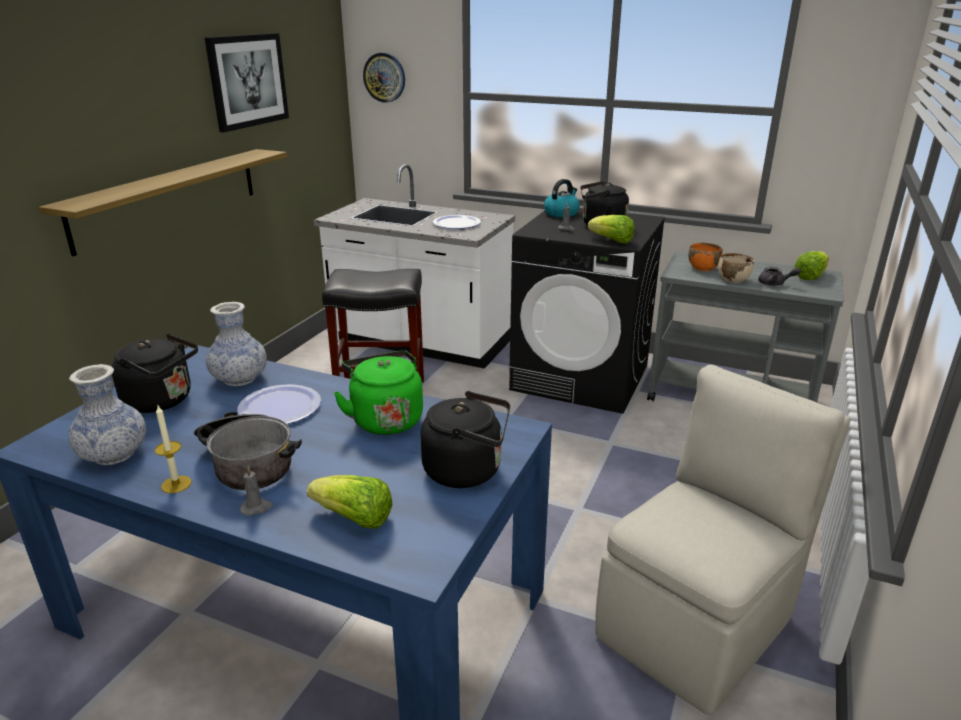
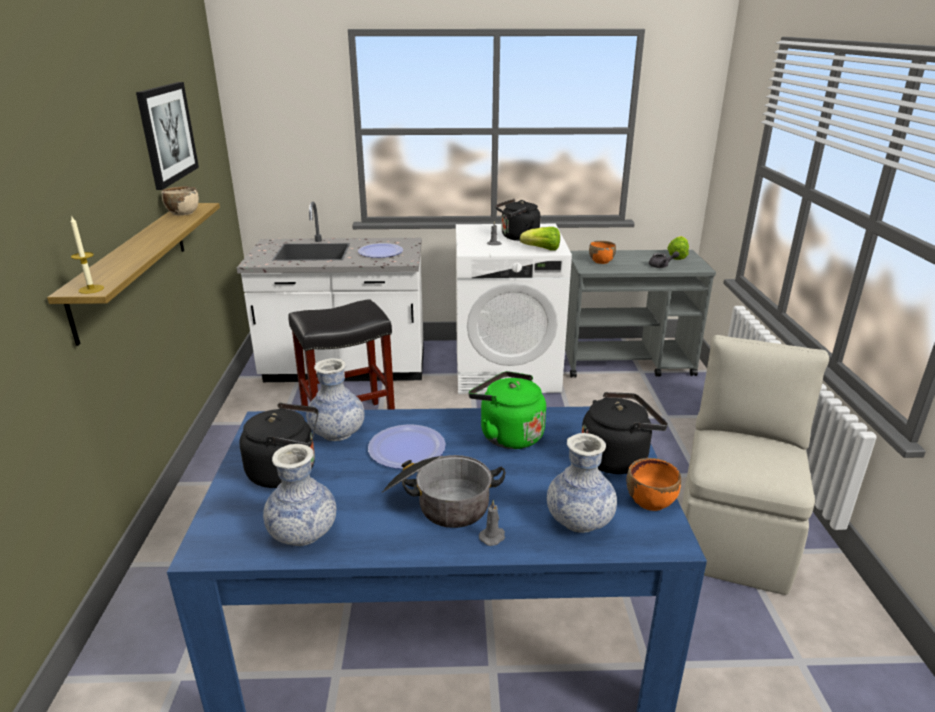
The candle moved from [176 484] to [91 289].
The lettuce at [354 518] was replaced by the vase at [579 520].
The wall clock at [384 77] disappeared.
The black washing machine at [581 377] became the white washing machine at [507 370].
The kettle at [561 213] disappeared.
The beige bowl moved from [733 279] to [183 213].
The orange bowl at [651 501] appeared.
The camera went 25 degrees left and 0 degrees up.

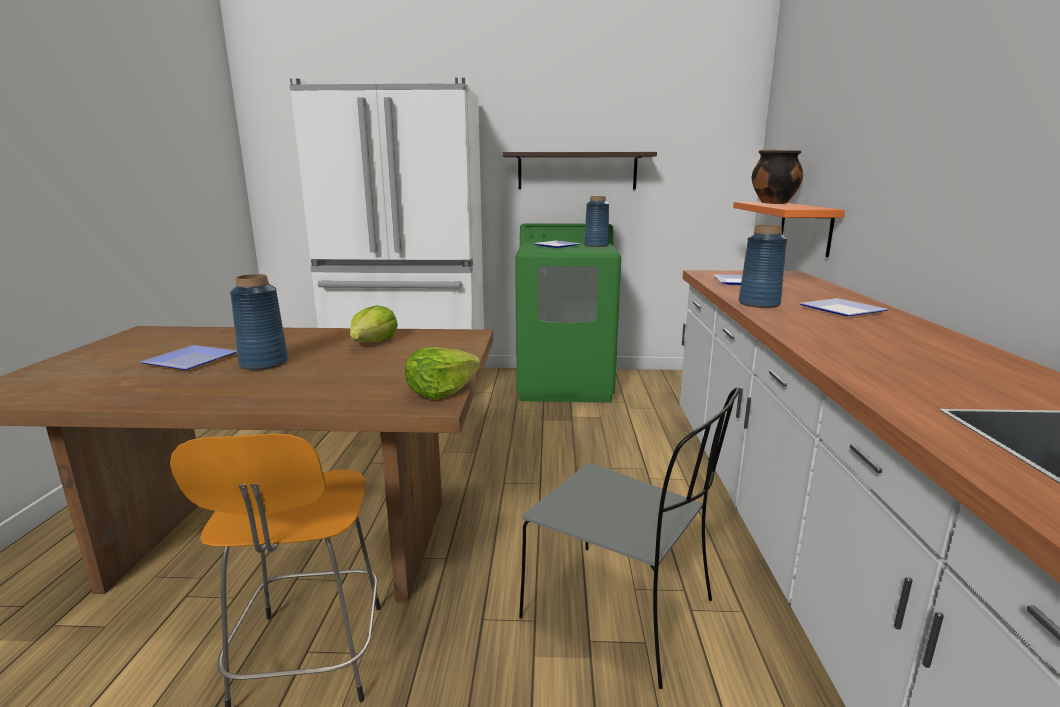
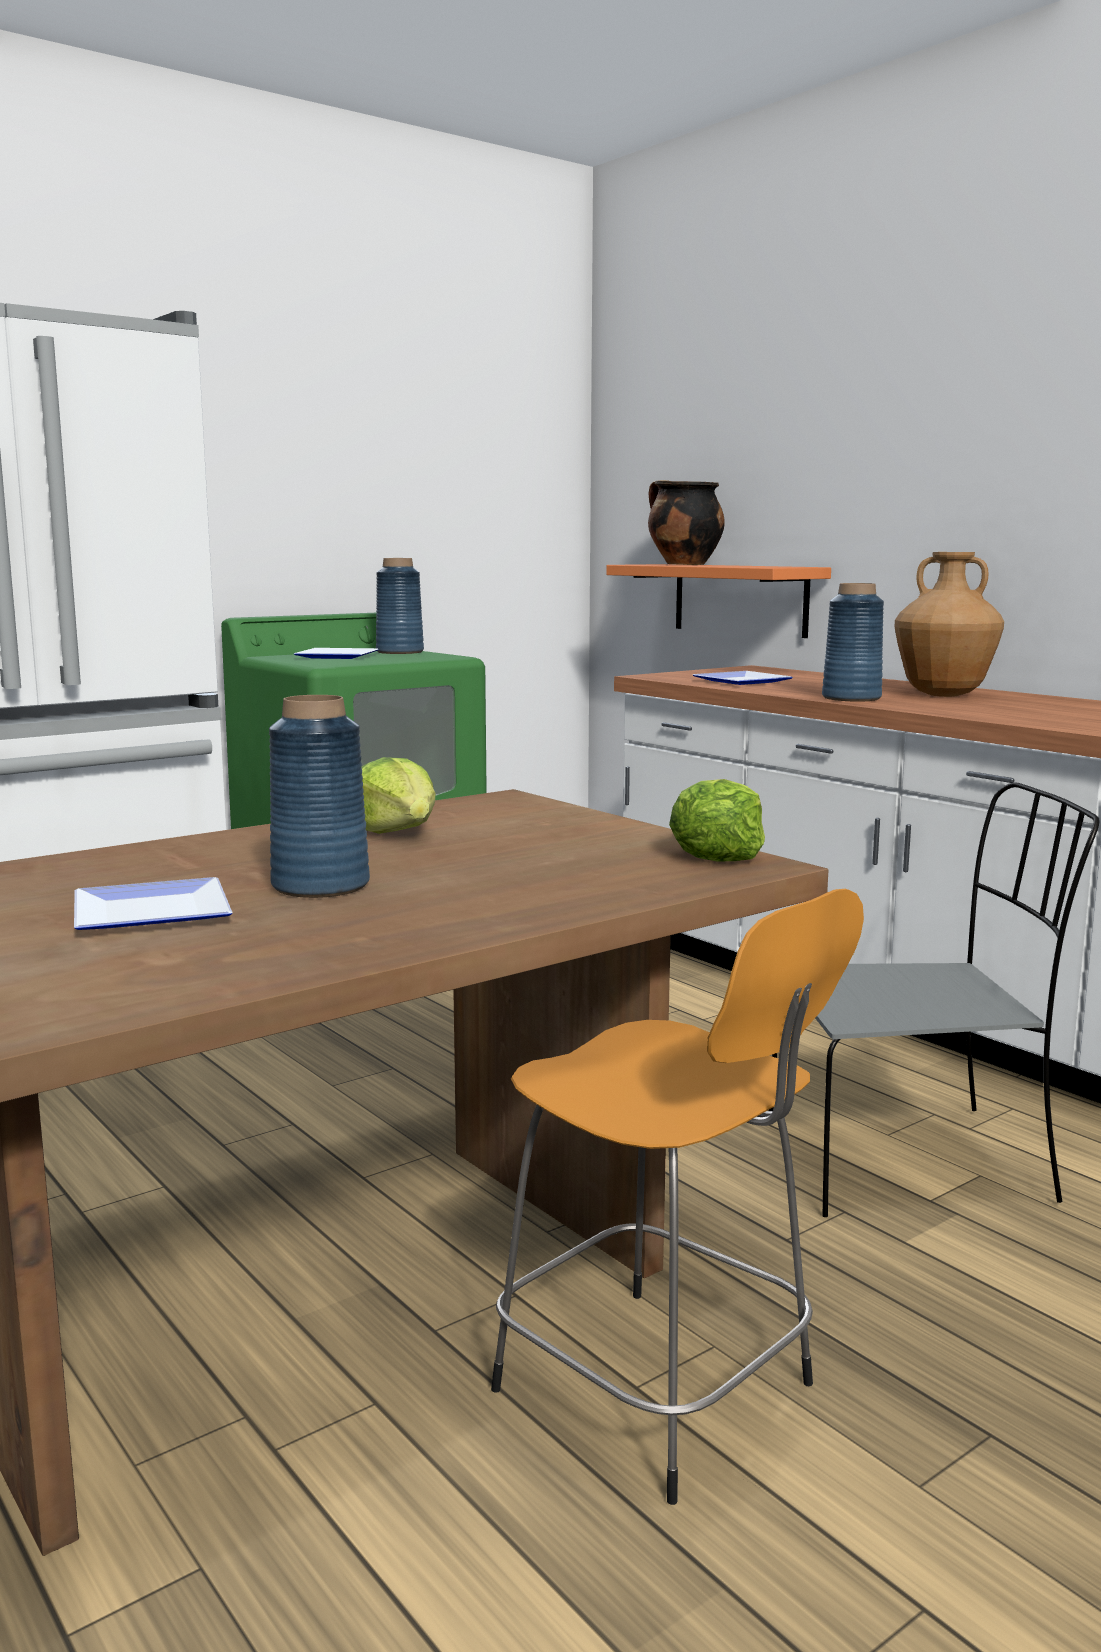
The shelf at [577 171] disappeared.
The plate at [838 310] was replaced by the brown vase at [943 695].
The camera went 40 degrees left and 5 degrees down.

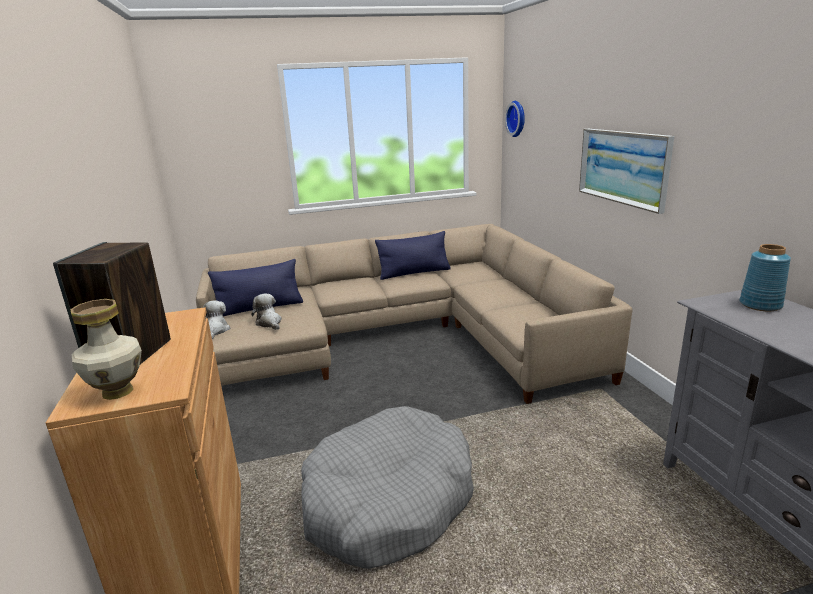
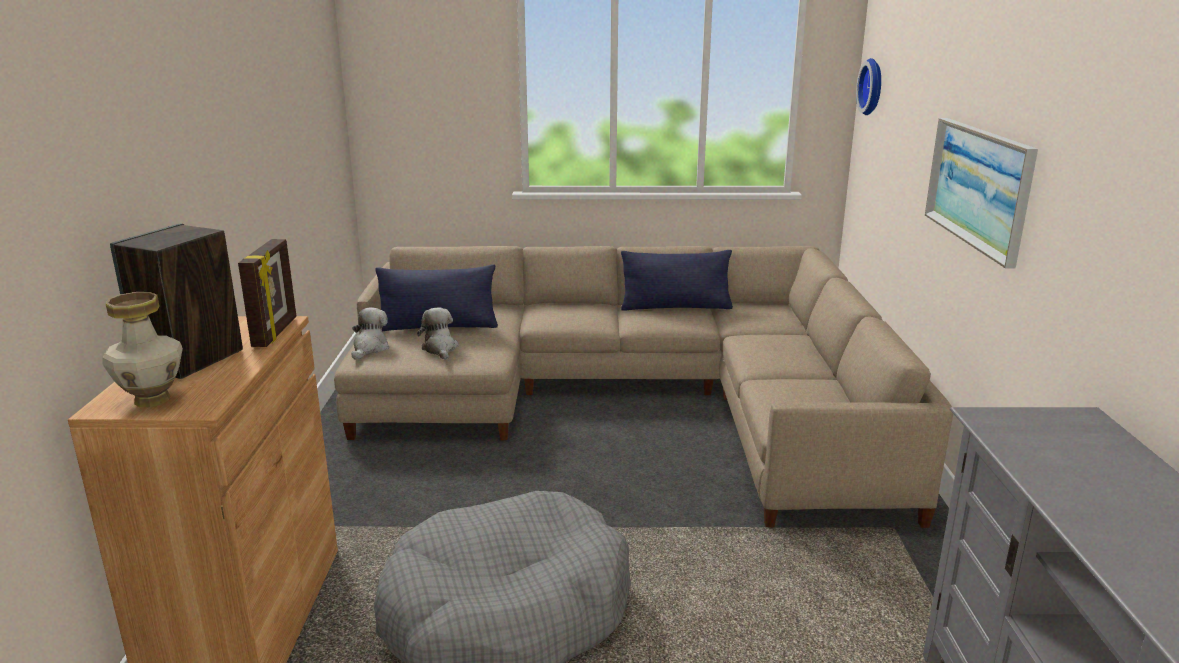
The blue vase at [760 305] disappeared.
The picture frame at [276 332] appeared.
The camera went 15 degrees right and 0 degrees up.

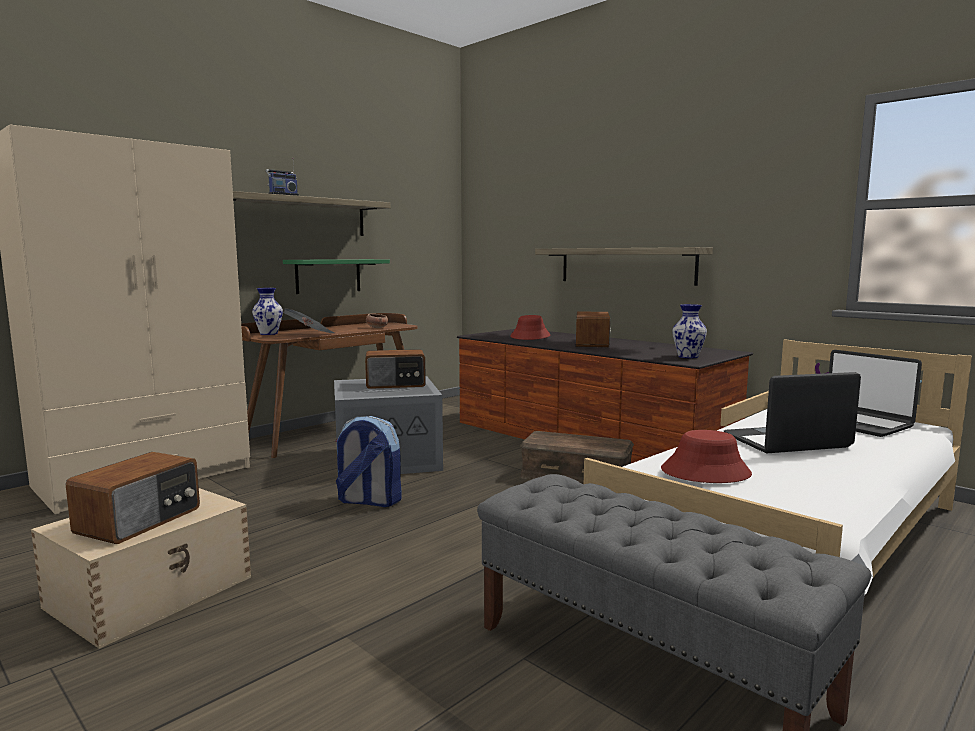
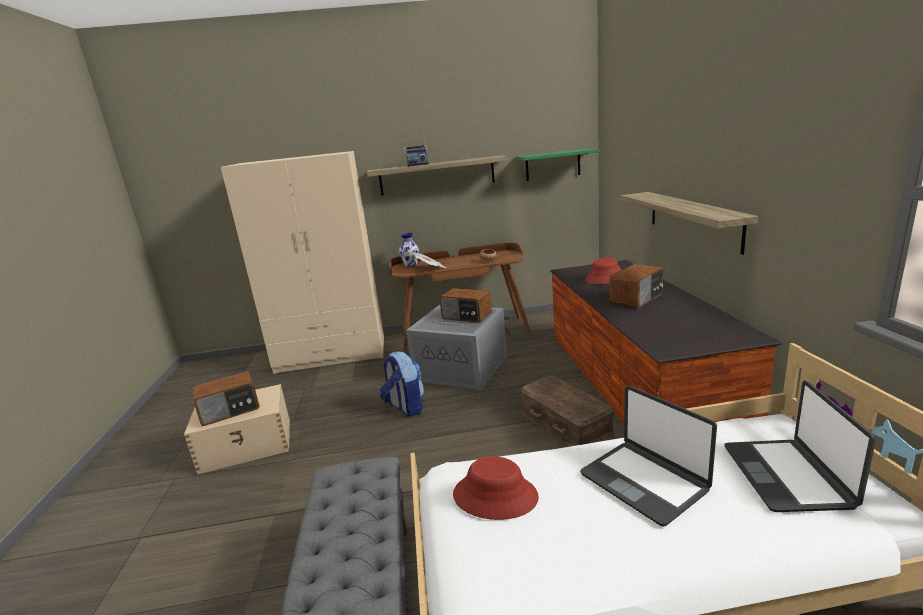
The green shelf moved from [328 276] to [552 165].
The vase at [688 357] disappeared.
The laptop at [787 442] turned 150 degrees counterclockwise.
The camera went 40 degrees right and 10 degrees up.

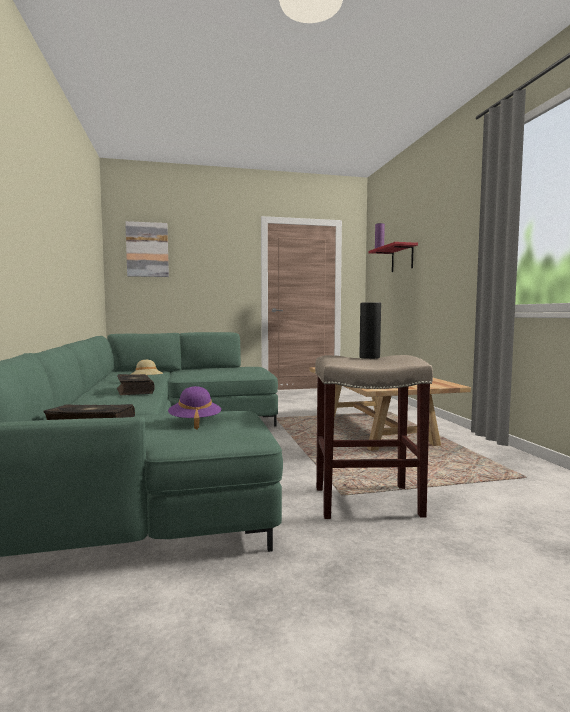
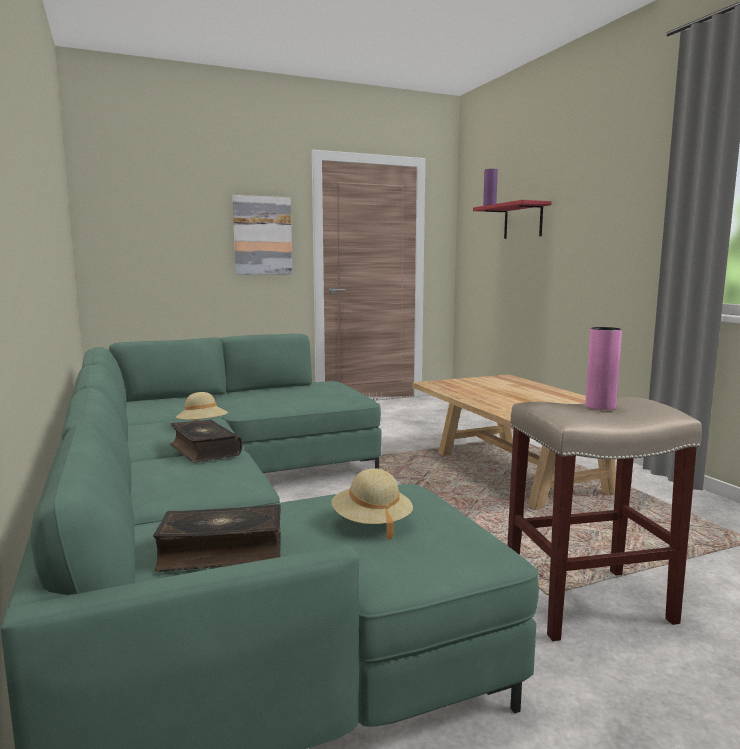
The picture moved from [147 249] to [262 235].
The purple hat at [195 422] became the beige hat at [371 523].
The black vase at [369 357] became the pink vase at [600 406].
The camera went 10 degrees left and 5 degrees up.

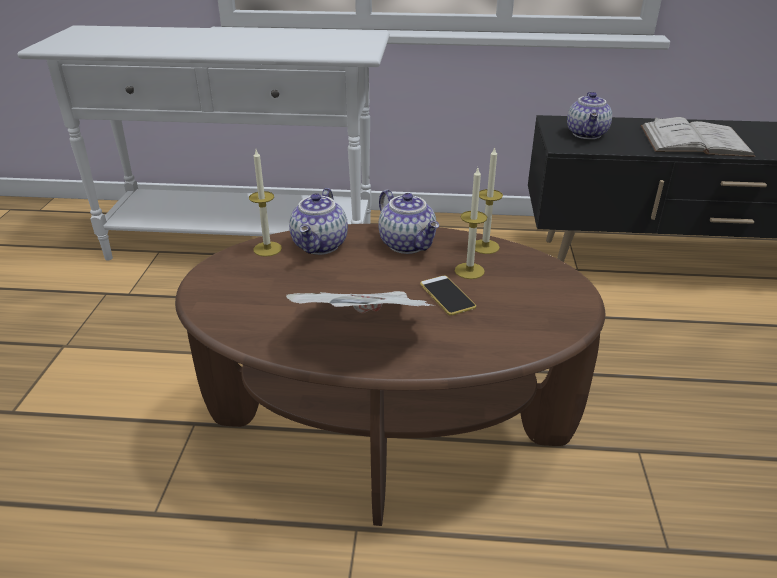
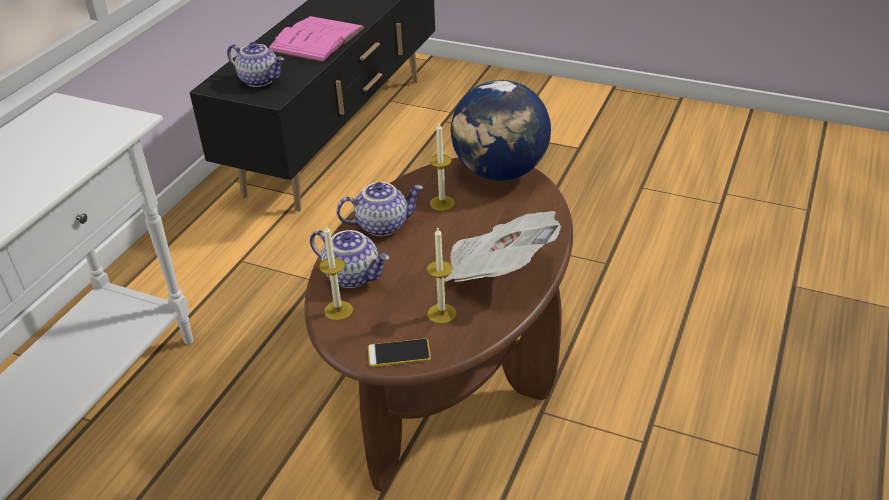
The phone moved from [447 296] to [399 353].
The candle moved from [485 246] to [441 313].
The white book at [694 140] became the pink book at [317 39].
The globe at [500 172] appeared.
The camera went 70 degrees left and 5 degrees up.

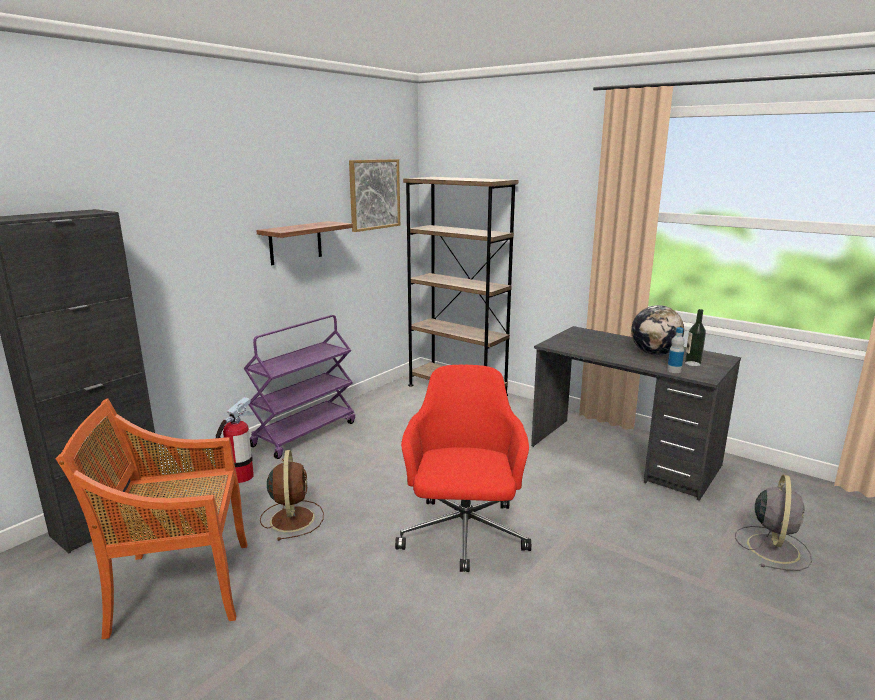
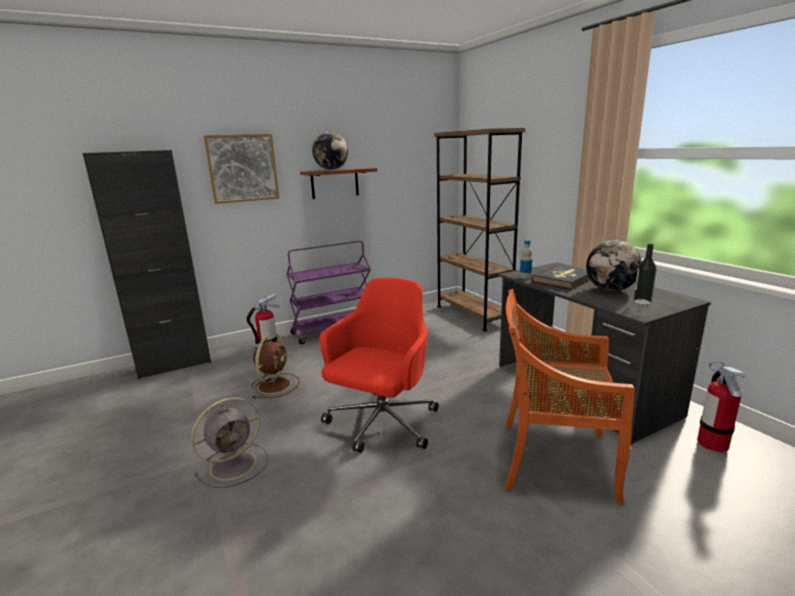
The orange chair moved from [179 587] to [553 459].
The picture moved from [374 194] to [242 168].
The bottle moved from [674 370] to [525 277].
The grey fan moved from [772 547] to [235 464].
The globe at [331 169] appeared.
The book at [563 280] appeared.
The fire extinguisher at [712 443] appeared.
The camera went 25 degrees right and 0 degrees up.

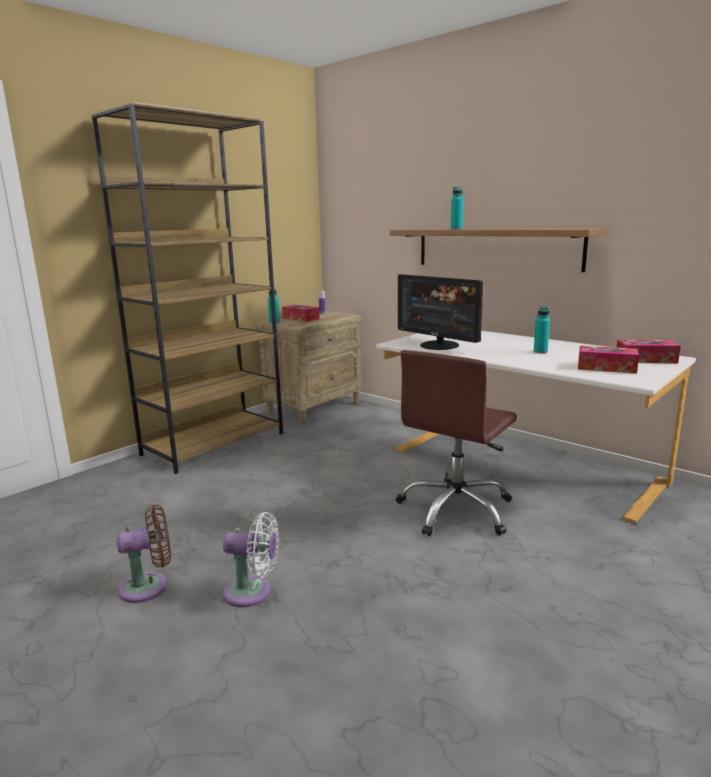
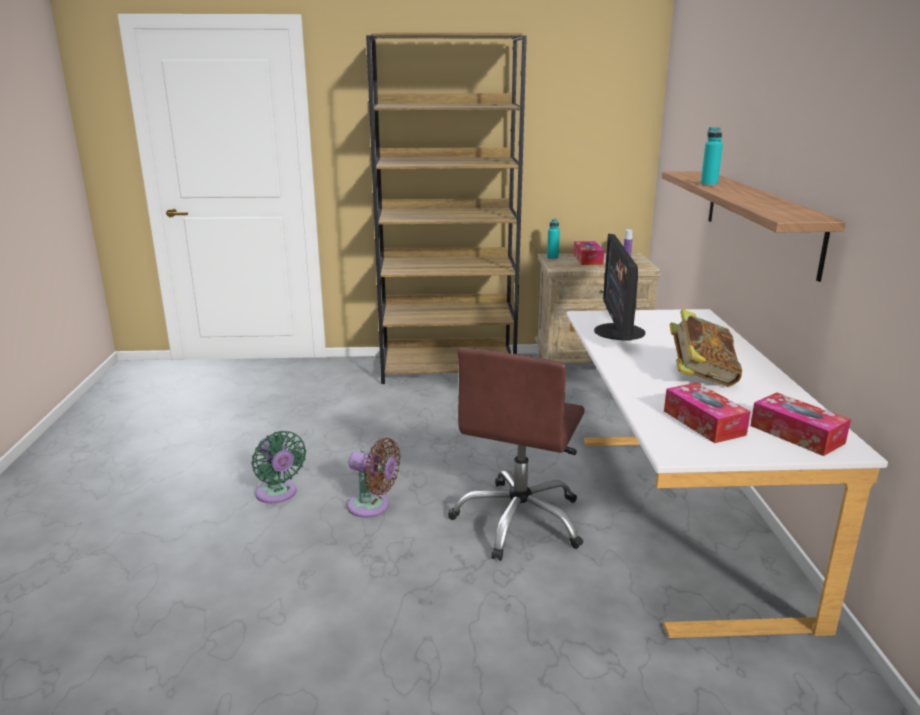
The brown fan moved from [149 586] to [372 507].
The white fan at [252 592] became the green fan at [278 494].
The brown office chair at [456 510] turned 60 degrees counterclockwise.
The turquoise bottle at [540 351] was replaced by the book at [700 376].
The camera went 45 degrees right and 5 degrees up.

